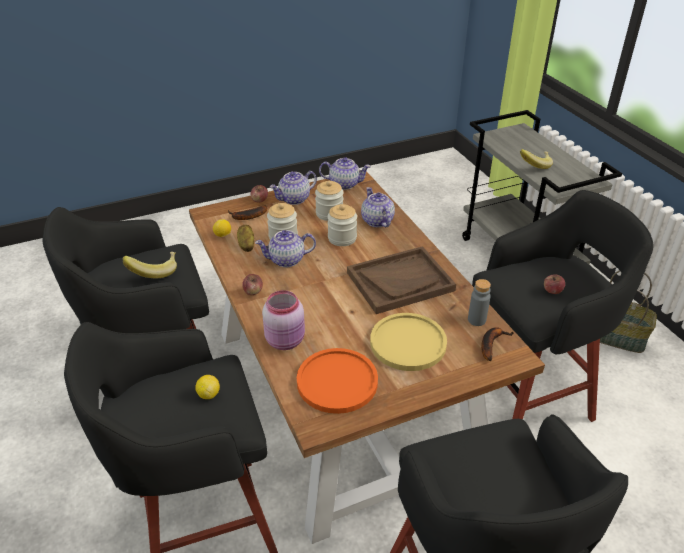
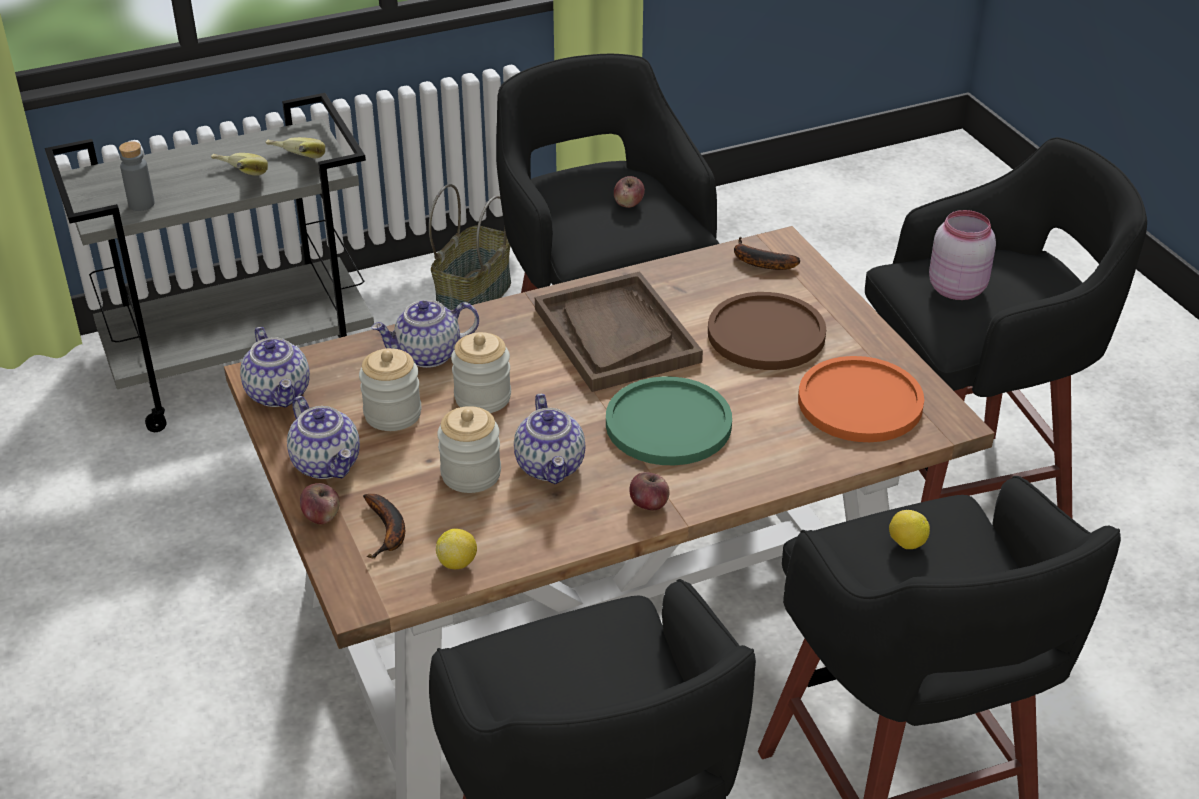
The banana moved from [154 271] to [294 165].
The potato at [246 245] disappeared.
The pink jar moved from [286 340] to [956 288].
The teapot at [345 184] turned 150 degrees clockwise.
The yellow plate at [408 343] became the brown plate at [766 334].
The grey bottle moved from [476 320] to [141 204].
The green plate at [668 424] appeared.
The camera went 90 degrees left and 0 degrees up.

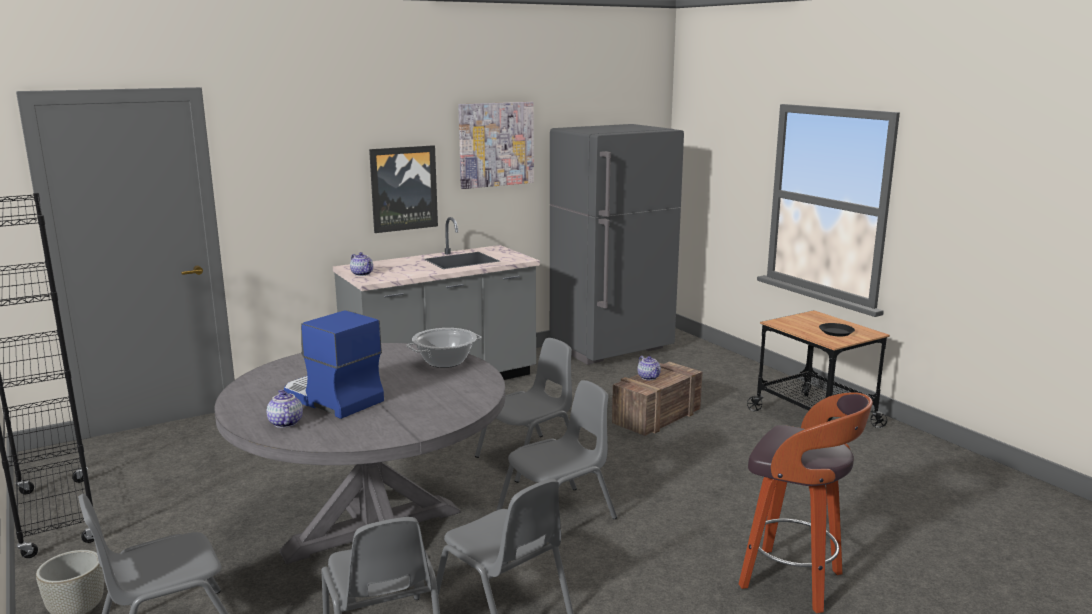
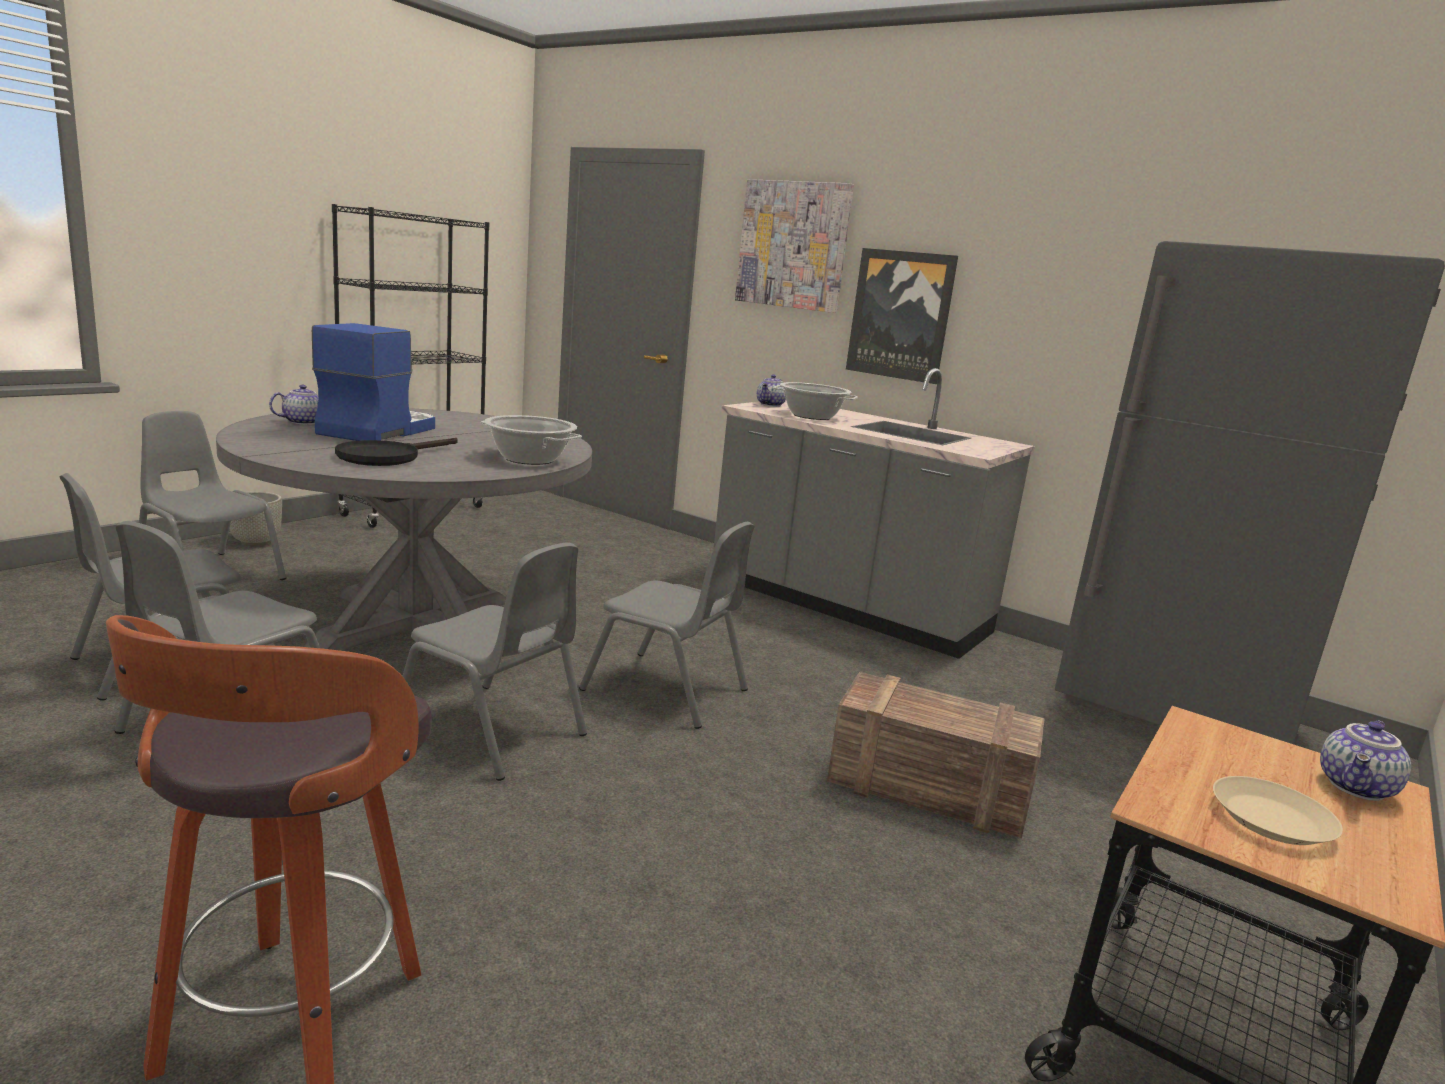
The picture moved from [496 144] to [793 245].
The teapot moved from [649 377] to [1358 788].
The black plate at [836 332] became the beige plate at [1270 819].
The black frying pan at [387 457] appeared.
The cooking pot at [811 416] appeared.
The camera went 65 degrees right and 0 degrees up.

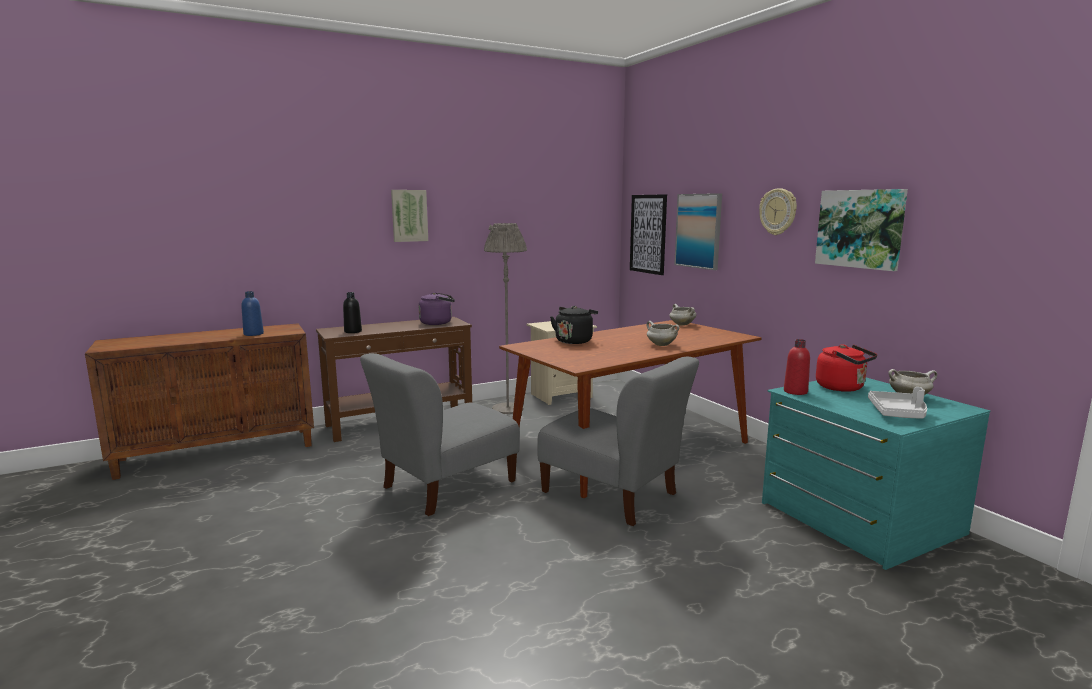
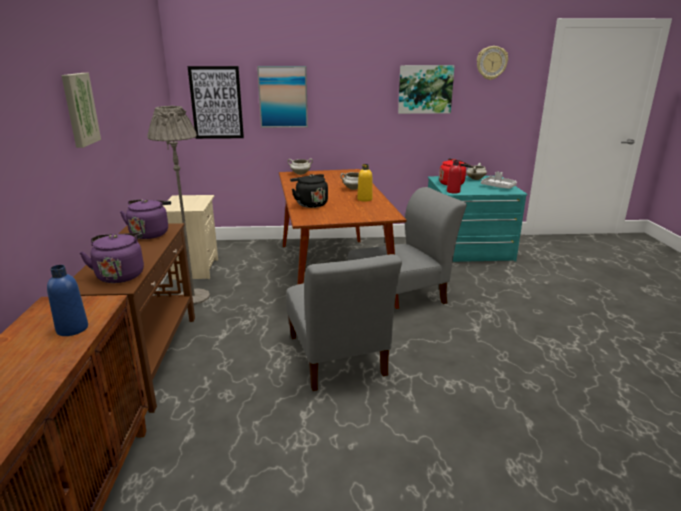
The black bottle at [353 331] was replaced by the purple kettle at [120 275].
The wall clock moved from [778 212] to [491 63].
The yellow bottle at [364 199] appeared.
The camera went 65 degrees left and 10 degrees up.

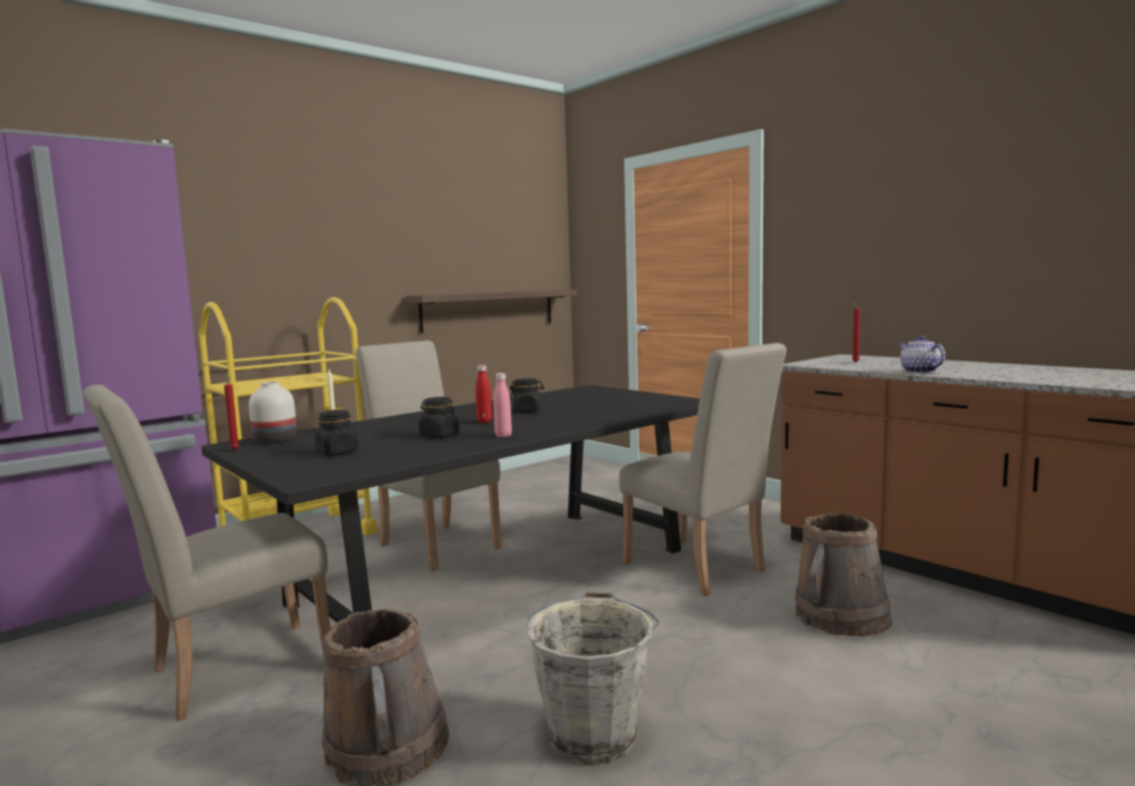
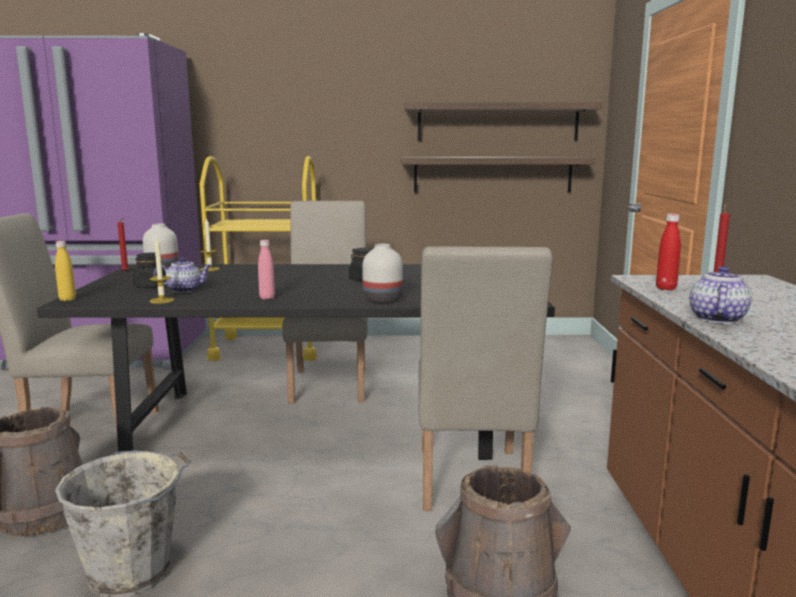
The black jar at [439 435] disappeared.
The red bottle moved from [484 421] to [666 288].
The yellow bottle at [67 299] appeared.
The candle at [162 300] appeared.
The teapot at [185 290] appeared.
The white vase at [382 300] appeared.
The shelf at [498 122] appeared.
The camera went 40 degrees right and 5 degrees up.

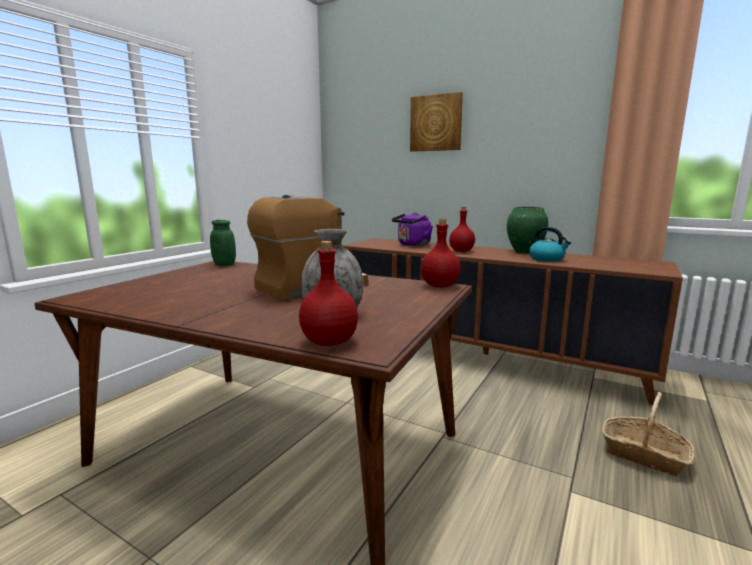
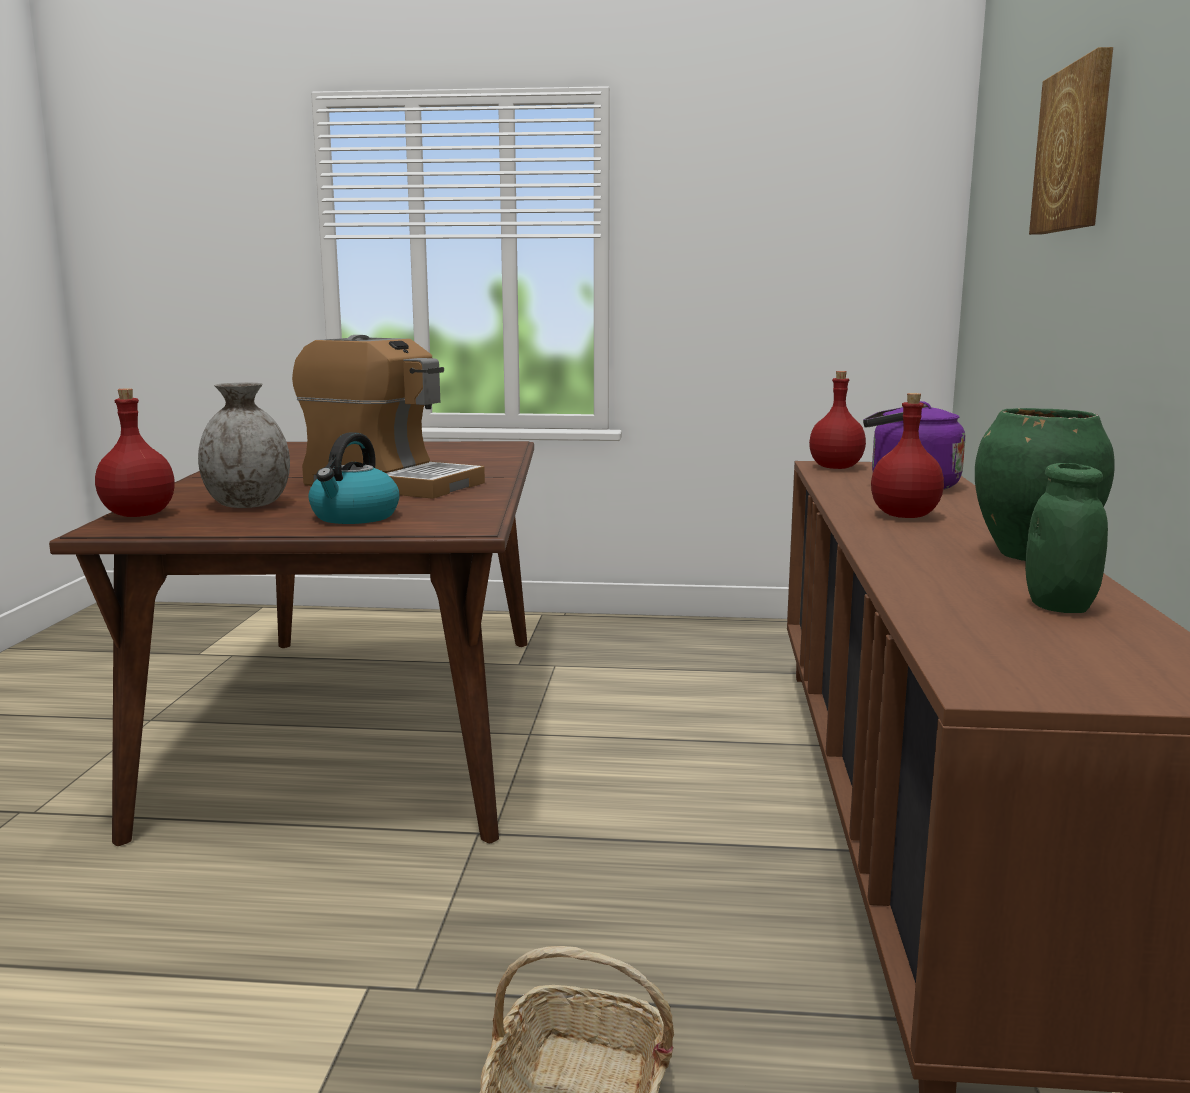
The green jar moved from [224 264] to [1059 606].
The red bottle moved from [440 286] to [835 468].
The kettle moved from [547 259] to [354 517].
The camera went 65 degrees right and 0 degrees up.

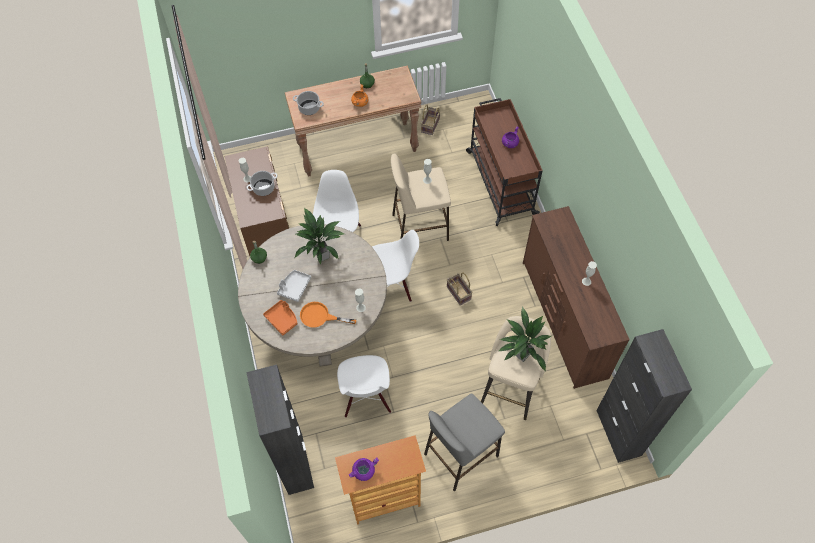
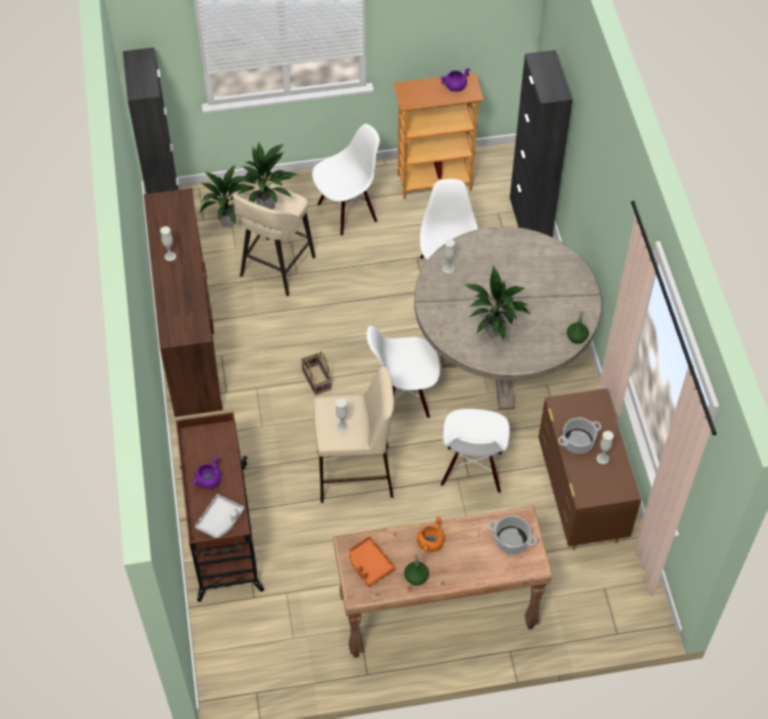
The orange tray moved from [282 319] to [369 564].
The grey tray moved from [294 287] to [220 520].
The orange frying pan at [320 316] disappeared.
The basket at [430 126] disappeared.
The grey stool at [460 455] was replaced by the white chair at [347 212].
The potted plant at [228 223] appeared.
The camera went 175 degrees left and 5 degrees down.

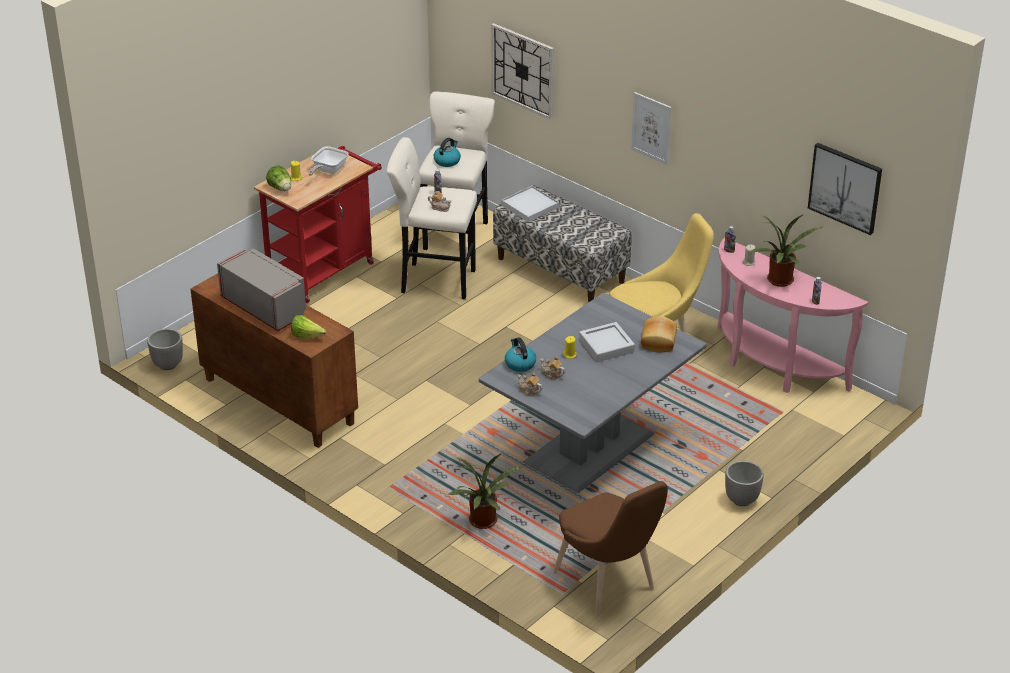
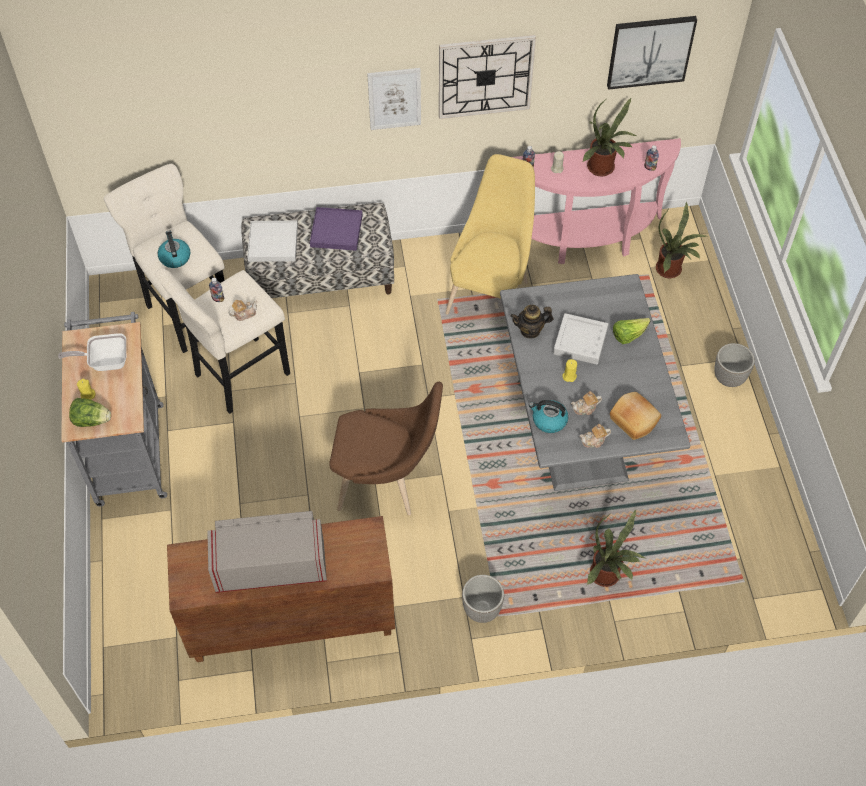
The planter moved from [167 365] to [481 610].
The red cart at [325 269] became the grey cart at [129 447].
The lettuce moved from [307 336] to [628 335].
The frying pan at [328 171] turned 105 degrees clockwise.
The wall clock moved from [523 70] to [485 76].
The brown chair moved from [608 584] to [386 482].
The bread moved from [659 341] to [634 419].
The purple tray at [336 231] appeared.
The teapot at [530 330] appeared.
The potted plant at [671 270] appeared.
The camera went 50 degrees left and 20 degrees up.

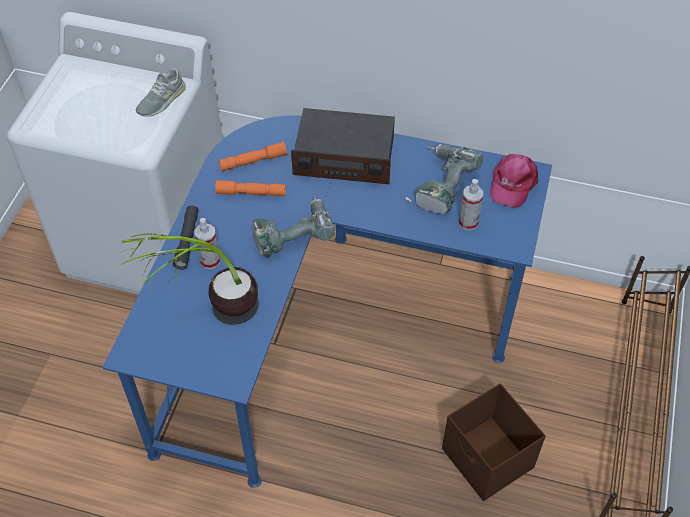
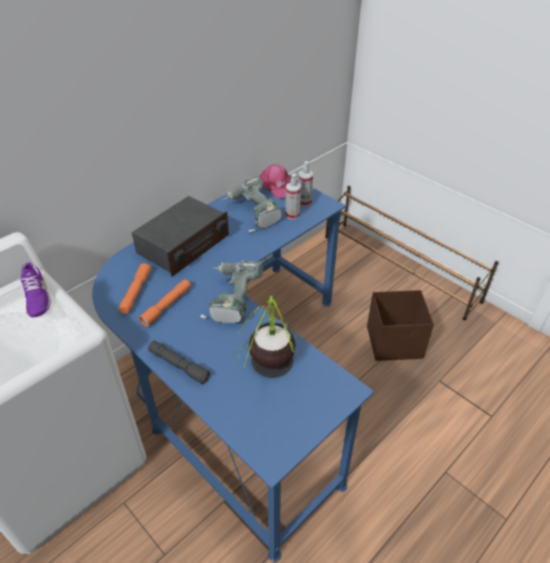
The grey shoe at [161 100] became the purple shoe at [36 297].
The spray bottle moved from [210 261] to [304 202].
The camera went 60 degrees left and 10 degrees down.

